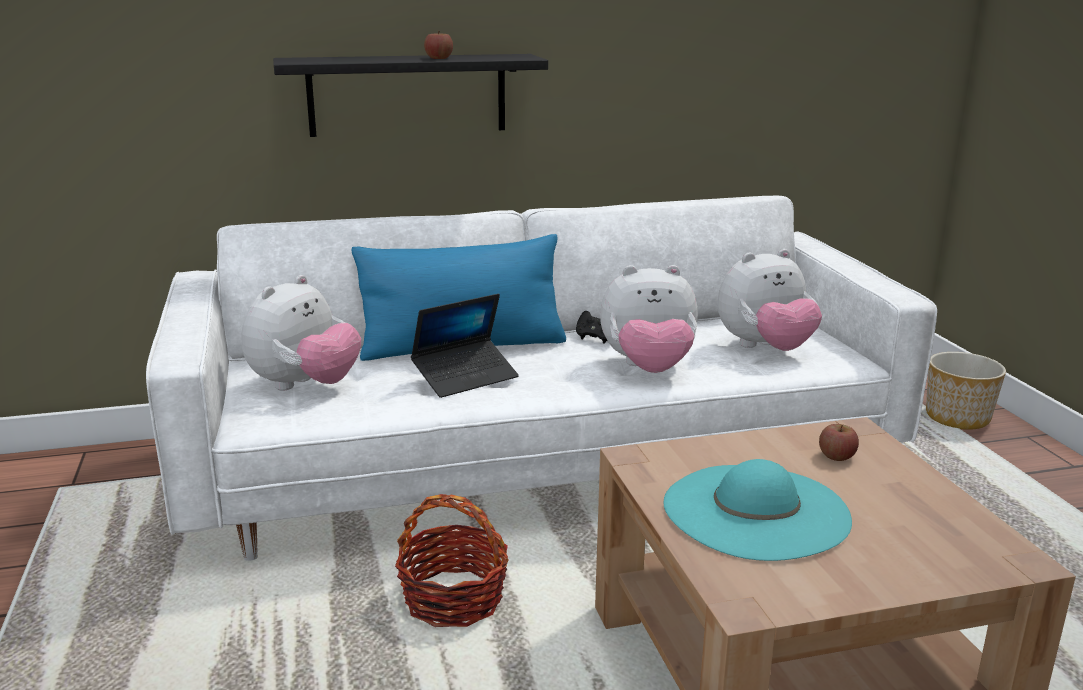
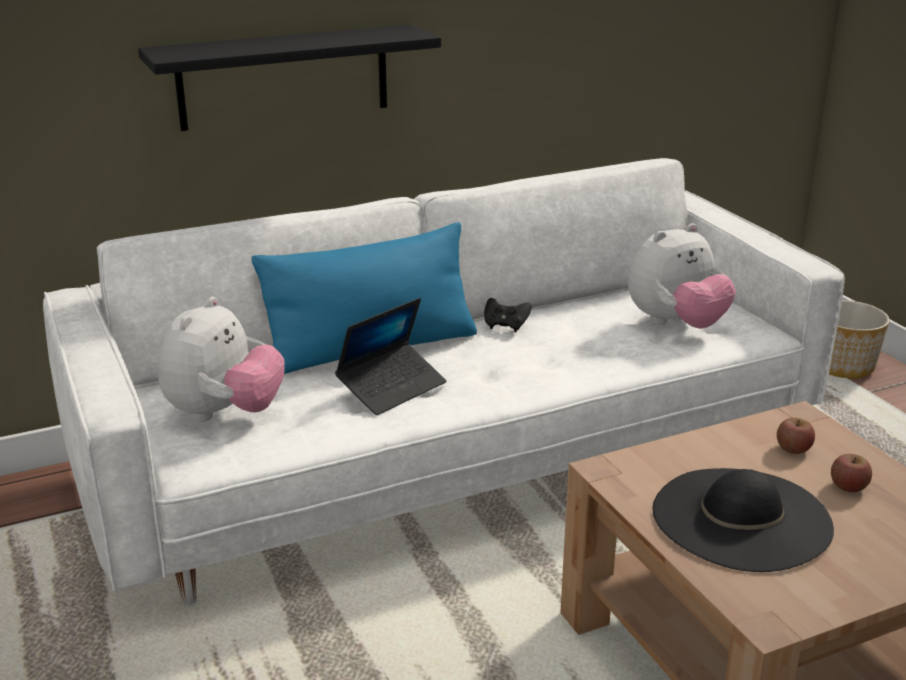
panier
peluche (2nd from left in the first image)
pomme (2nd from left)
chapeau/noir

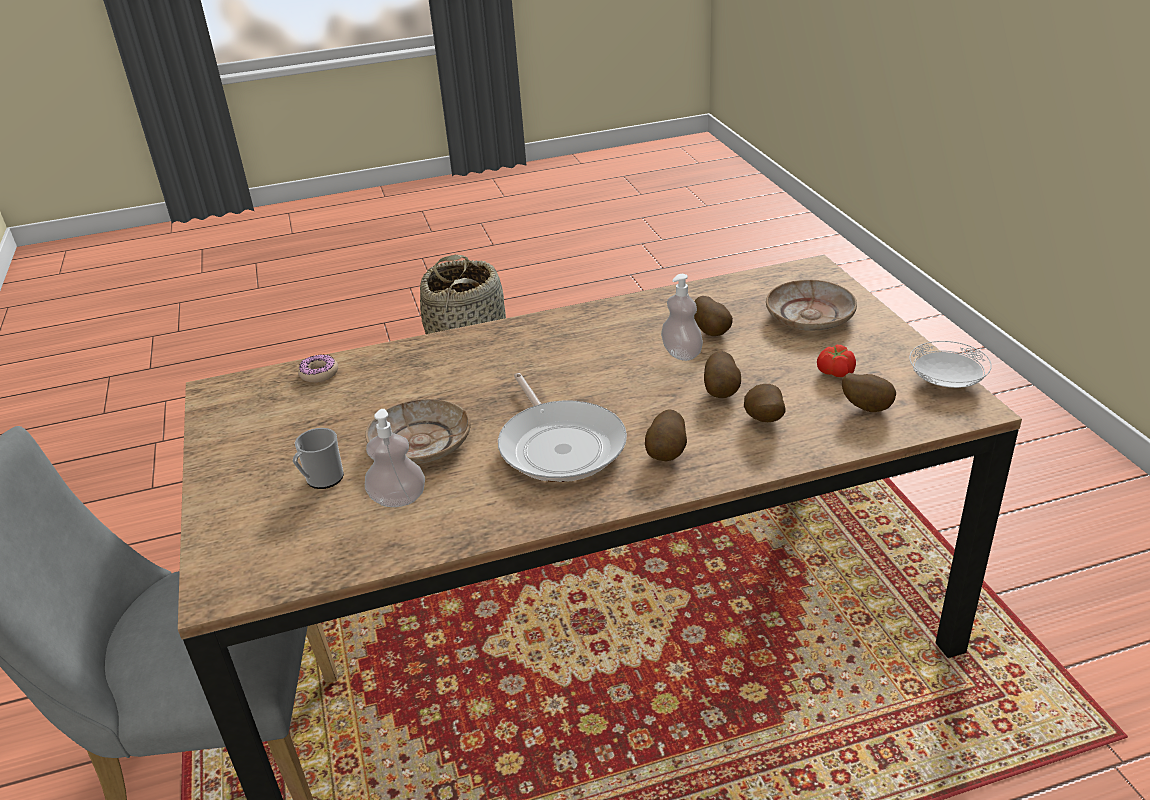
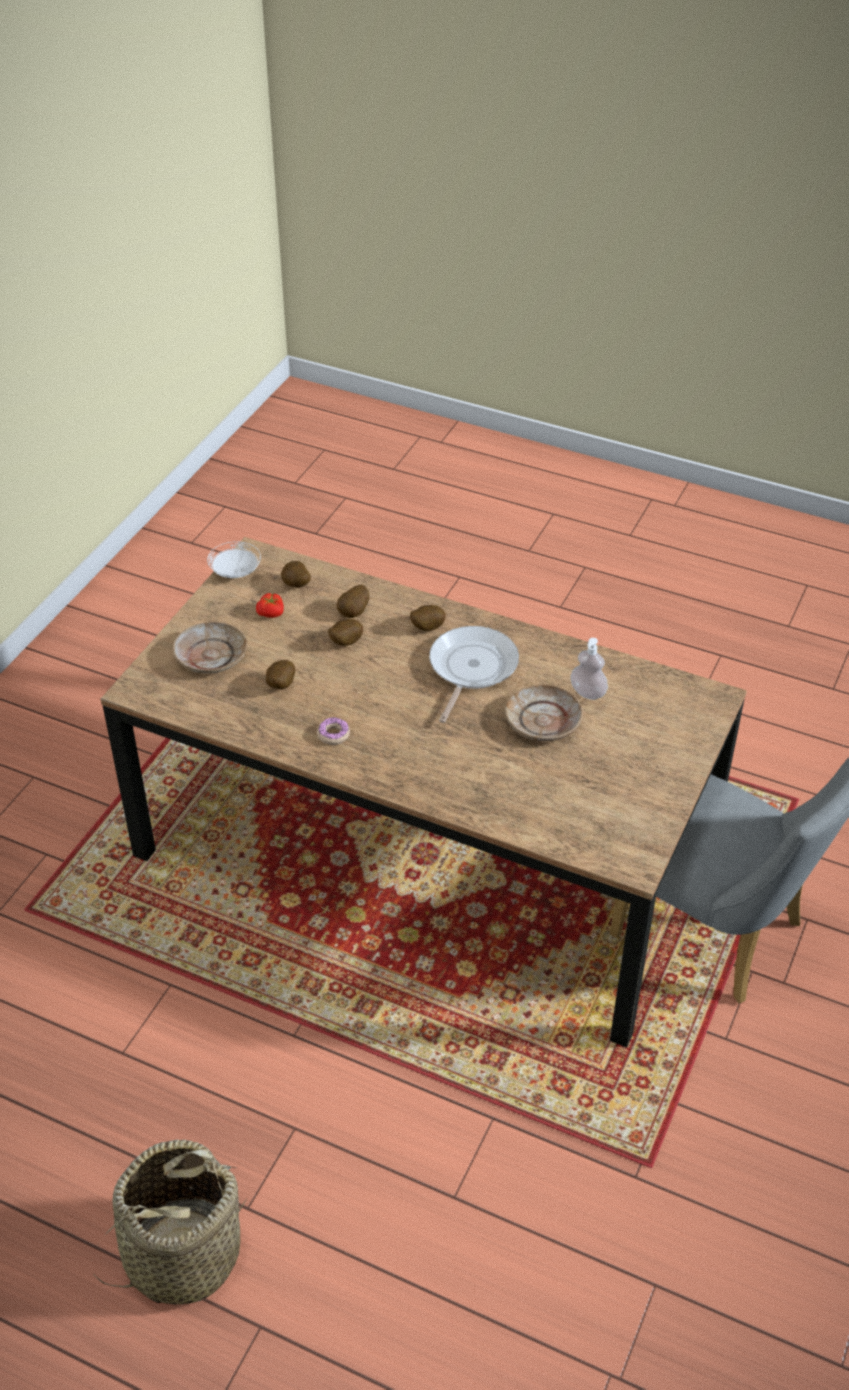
mug
distributeur de savon (2nd from left in the first image)
beignet

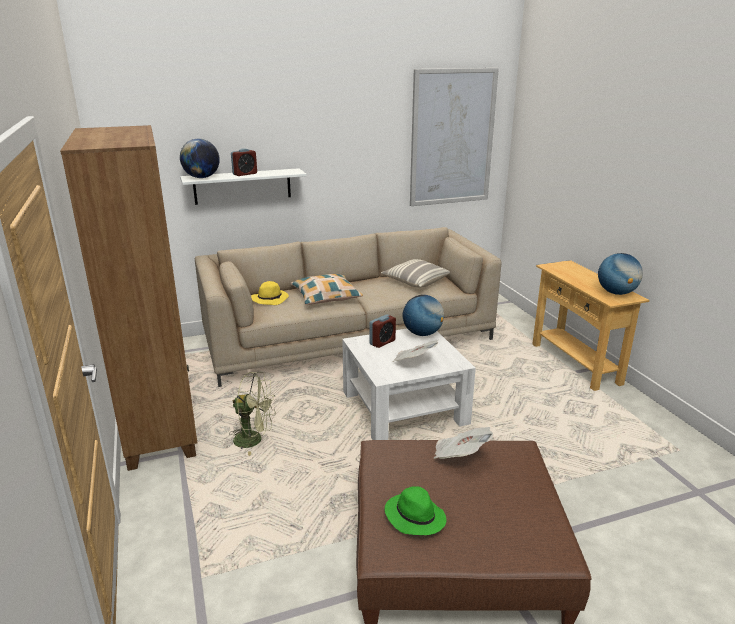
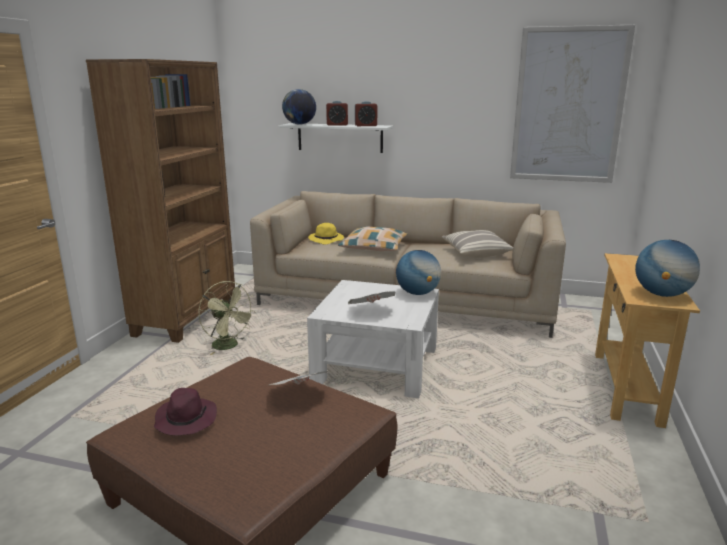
réveil (2nd from left)
chapeau/violet

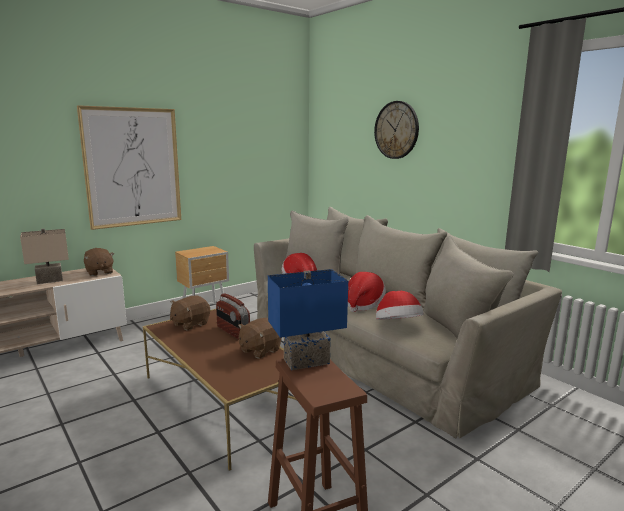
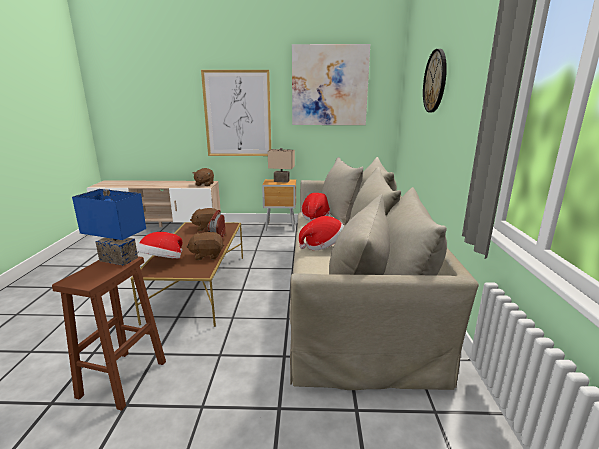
tableau (2nd from left)
lampe de table/beige
chapeau (1st from left)

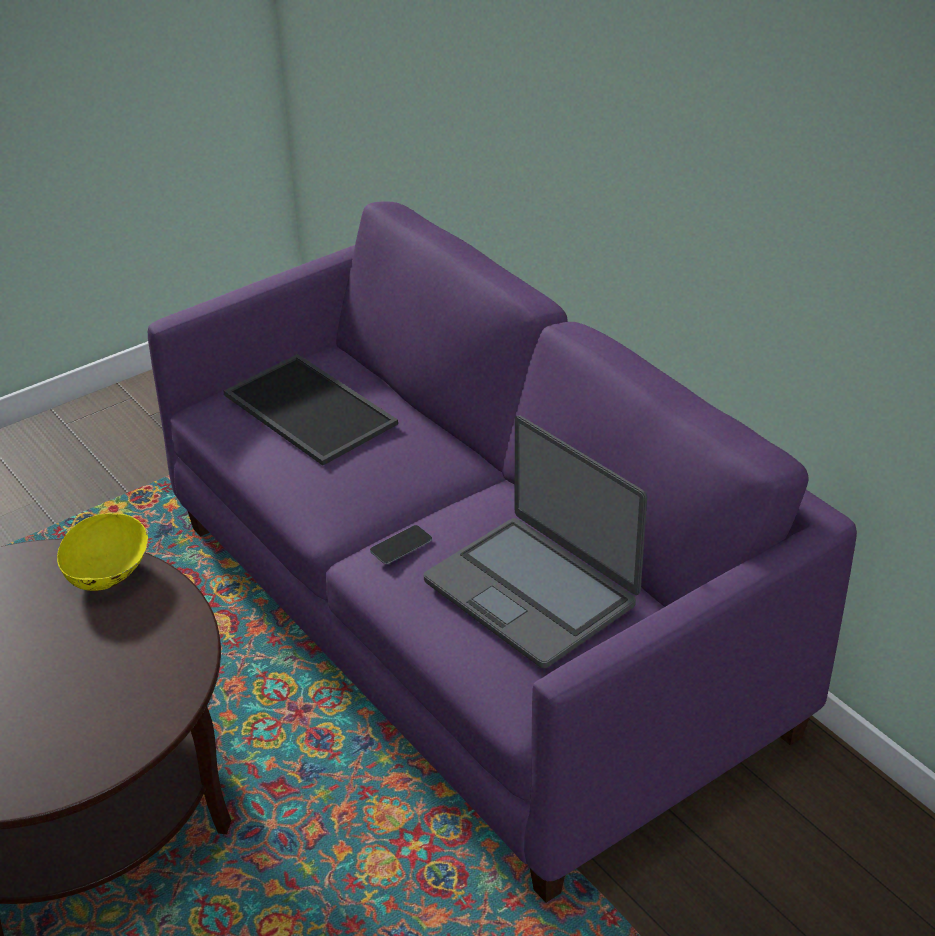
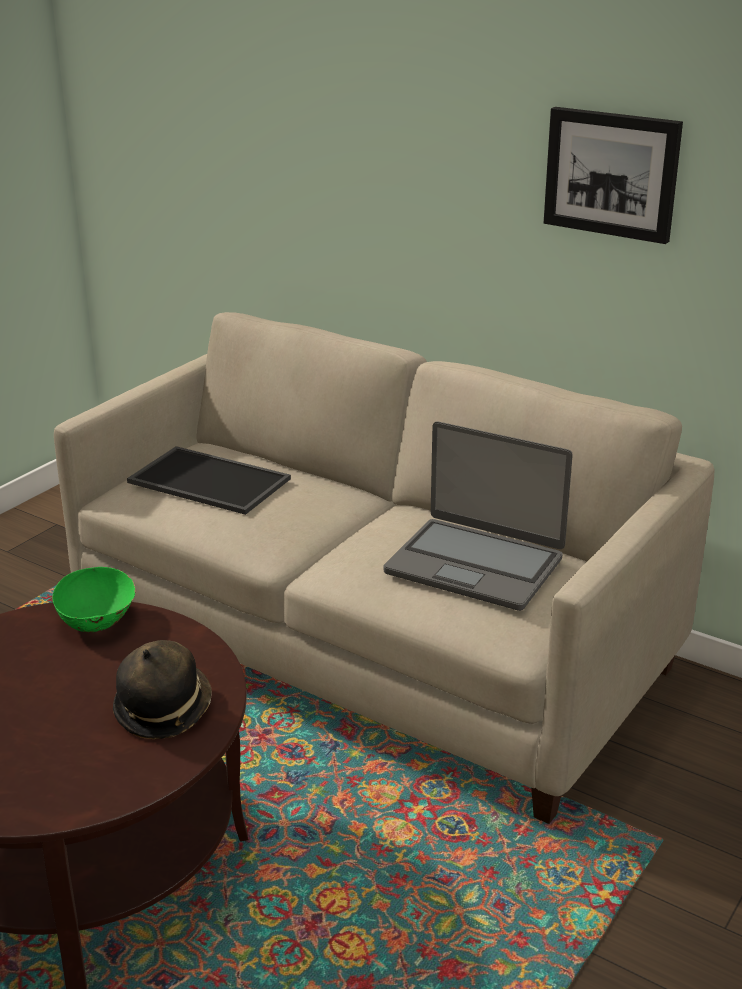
téléphone
chapeau
tableau
bol/vert
canapé/beige

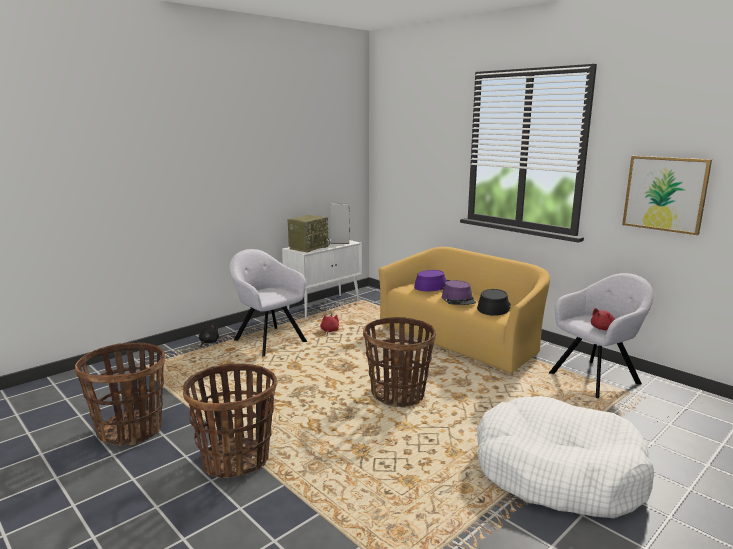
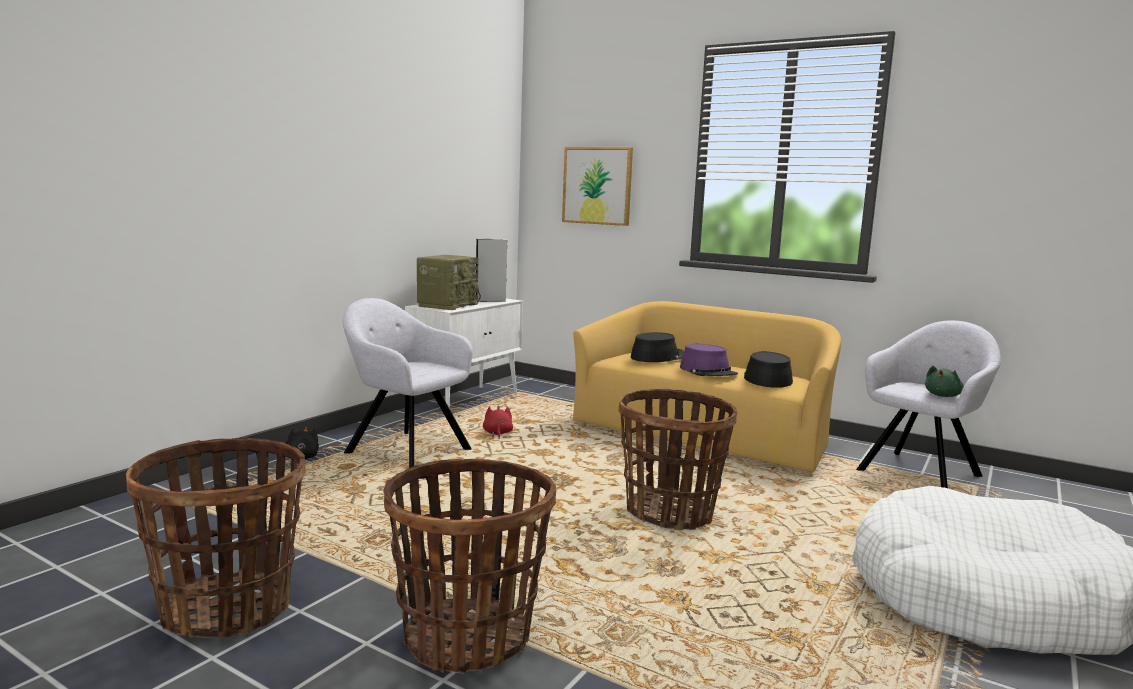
tableau
chapeau/noir (1st from left)
peluche/vert

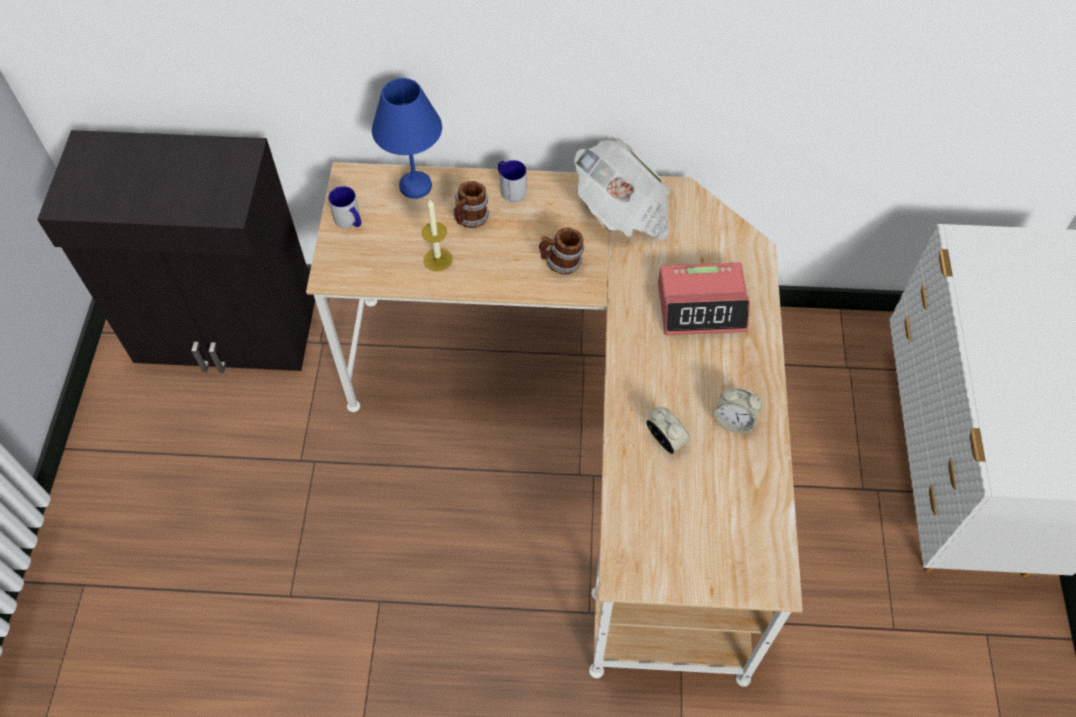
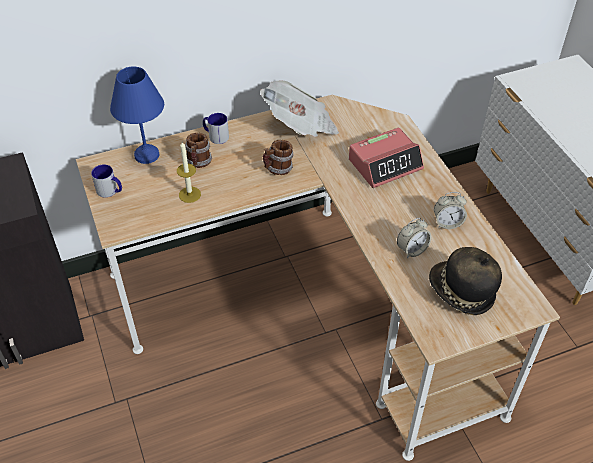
chapeau
réveil (2nd from left)

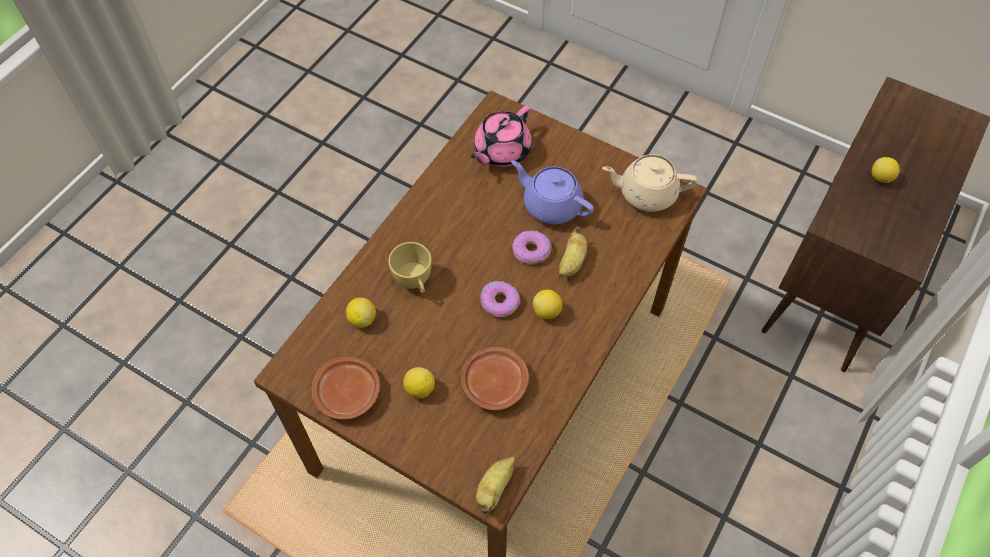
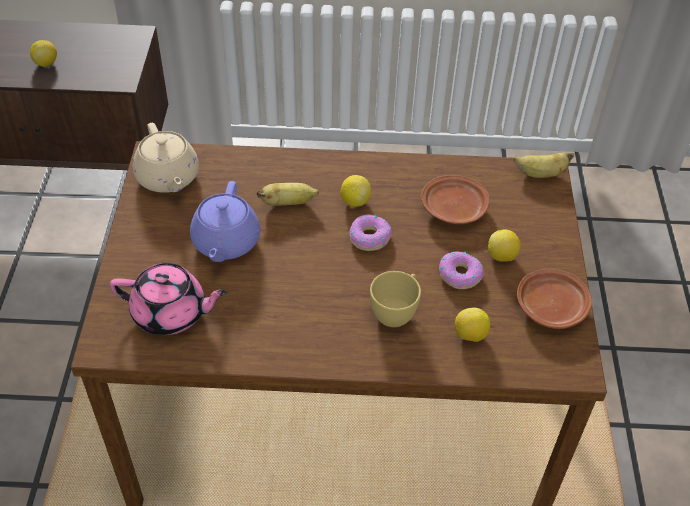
beignet (2nd from left)

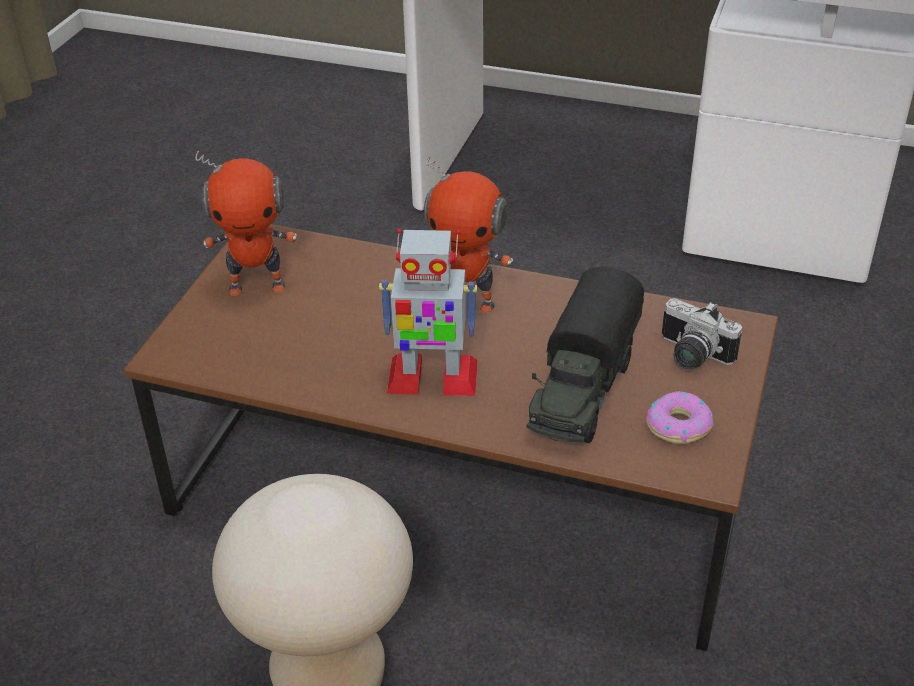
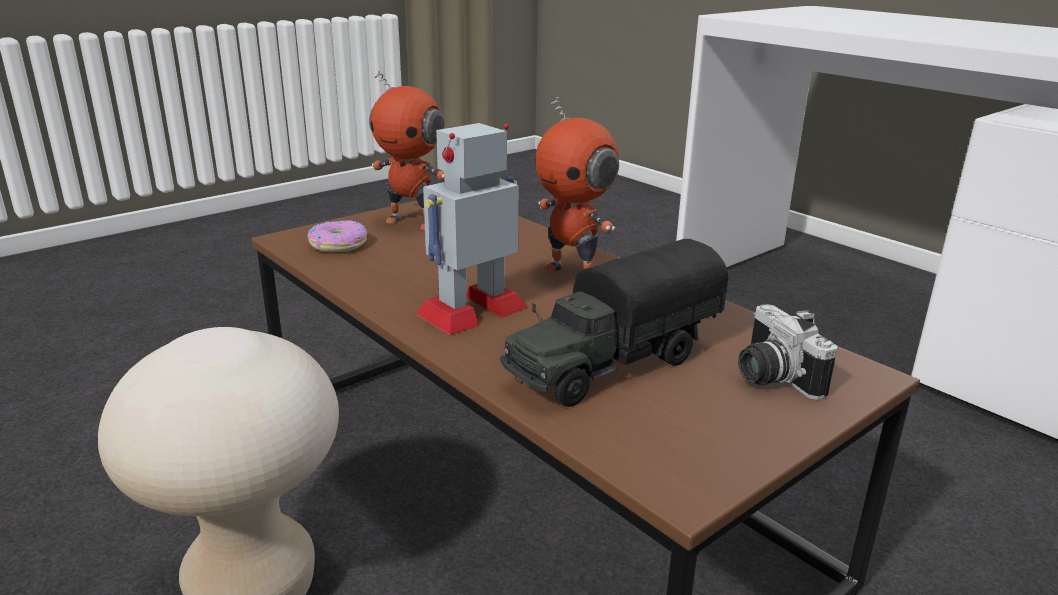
beignet
robot jouet (2nd from left)

